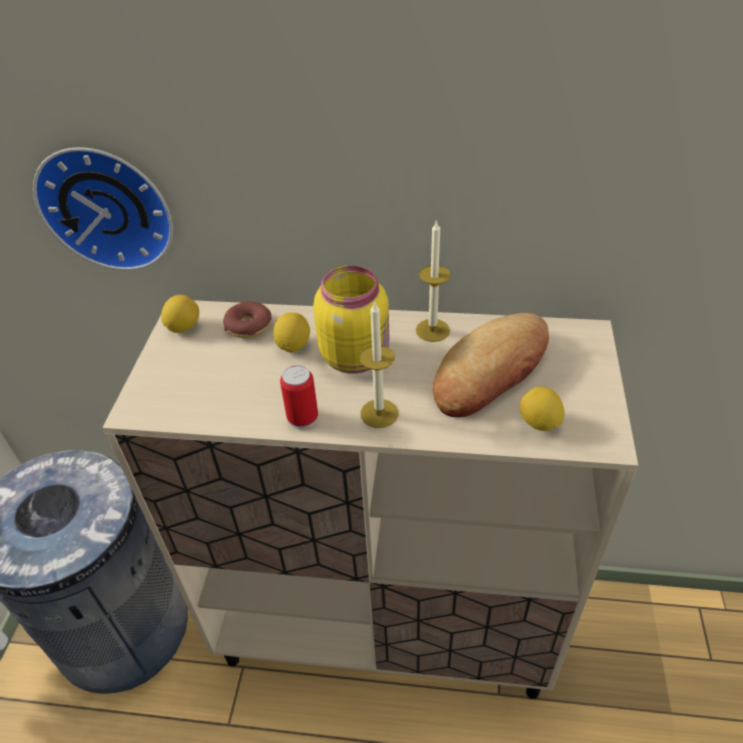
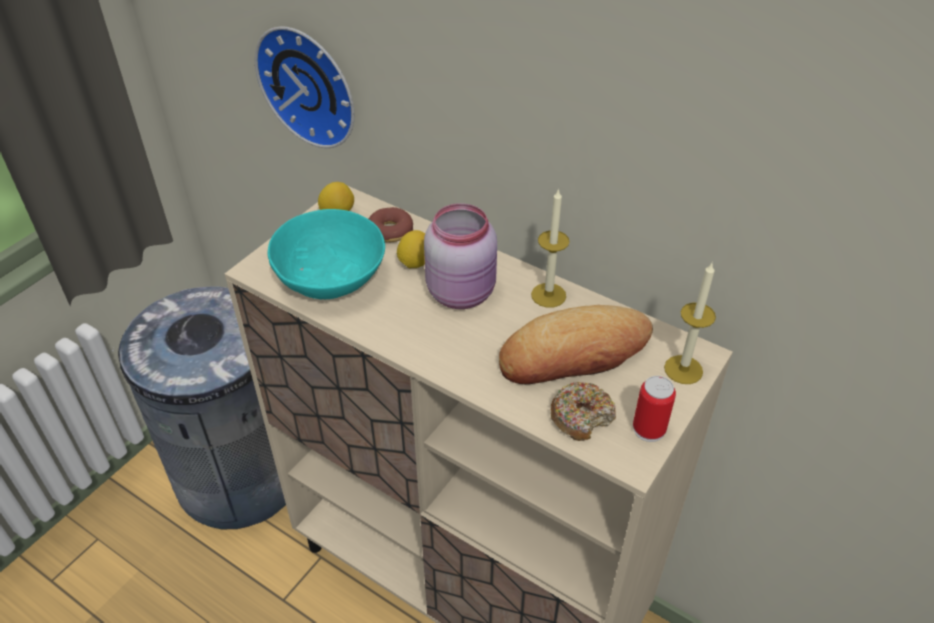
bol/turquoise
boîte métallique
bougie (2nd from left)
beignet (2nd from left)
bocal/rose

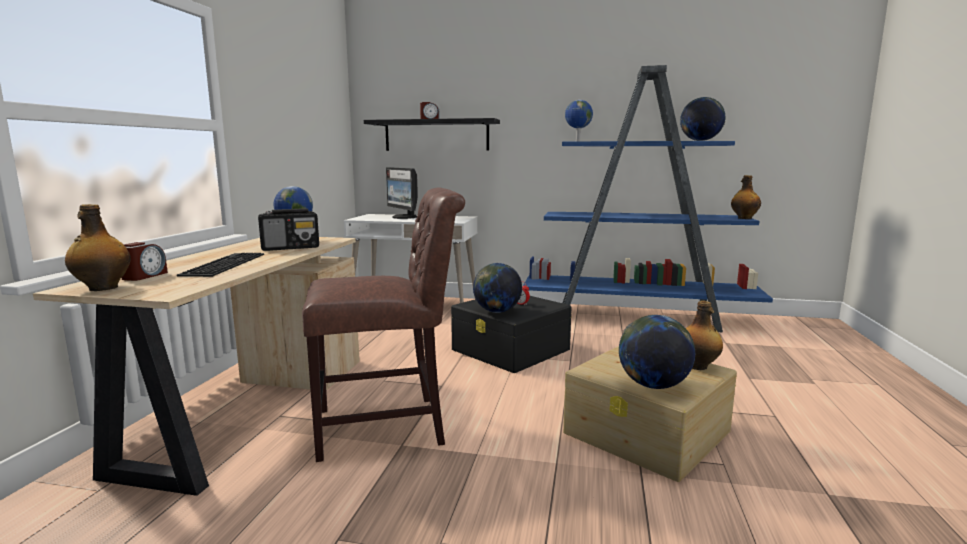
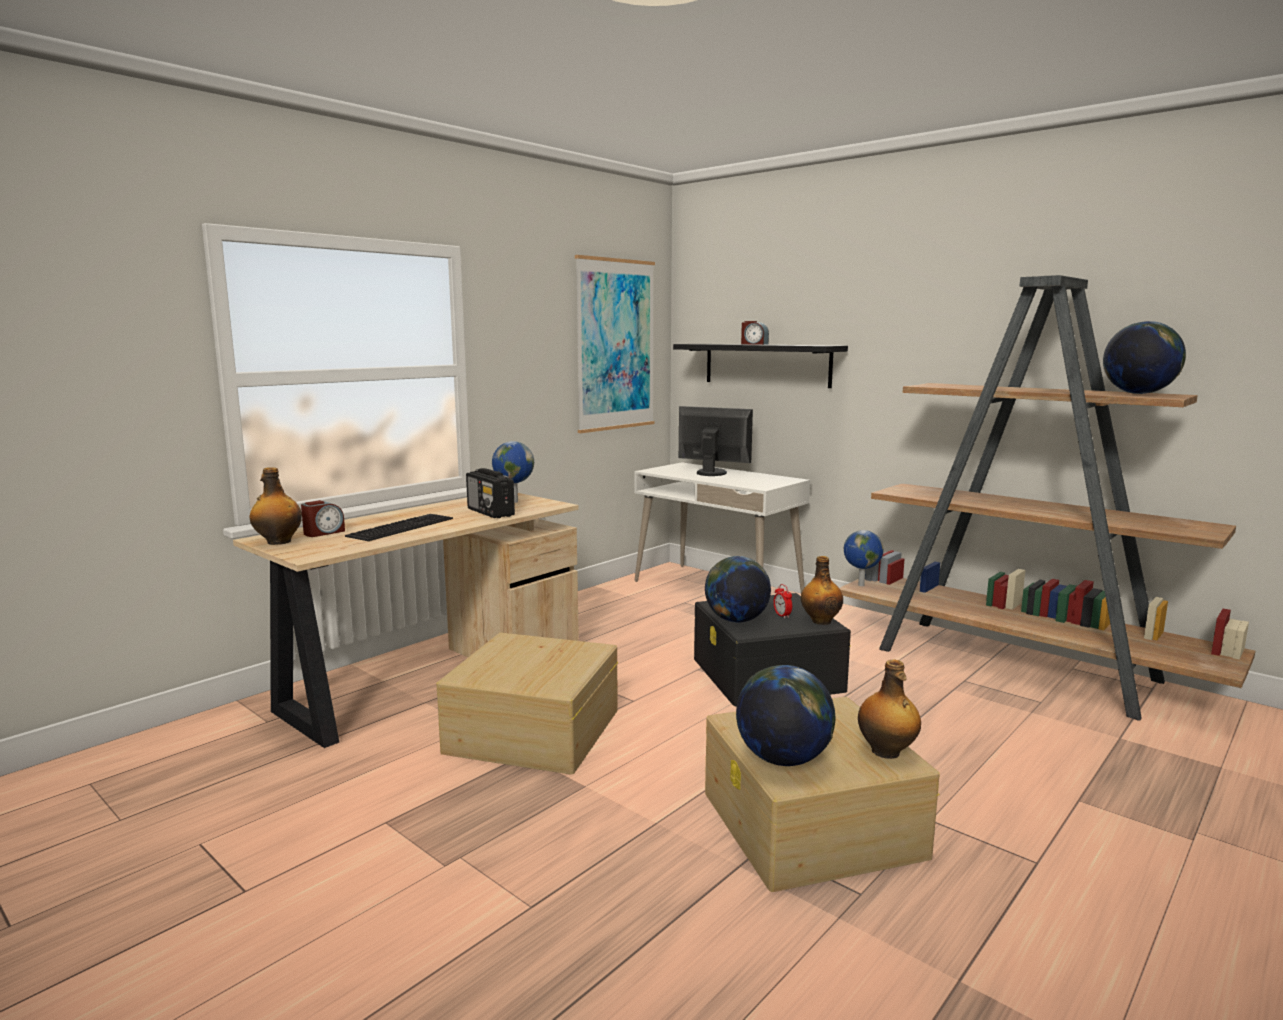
tableau
globe (4th from left)
bouteille (2nd from left)
boîte de rangement/beige (1st from left)
bibliothèque/marron
radio
écran d'ordinateur

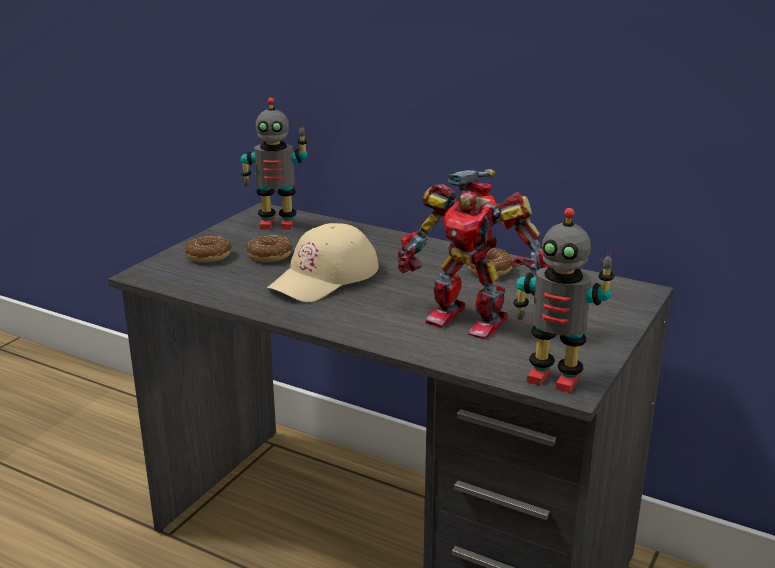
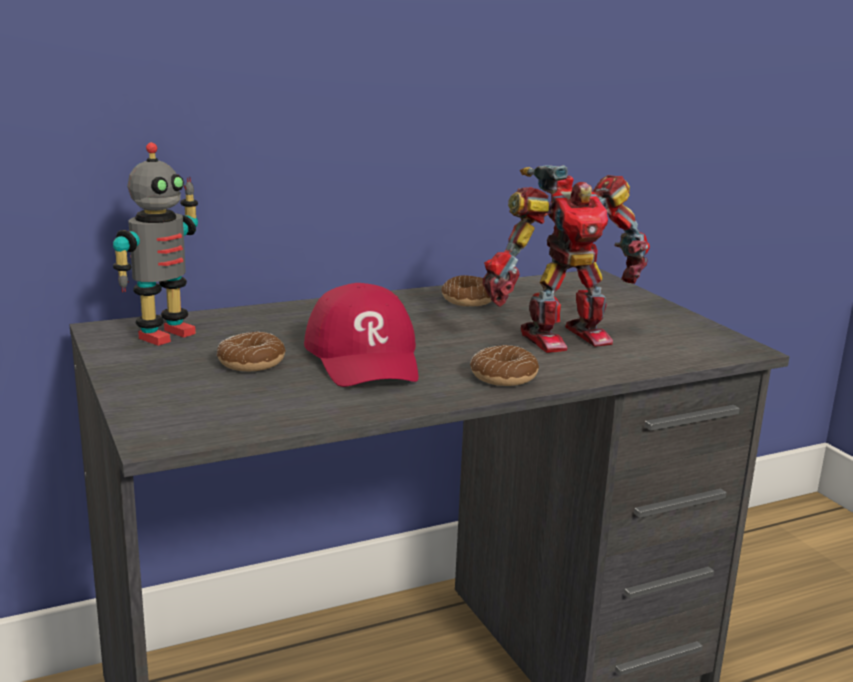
robot jouet (3rd from left in the first image)
beignet (3rd from left)
casquette/rouge

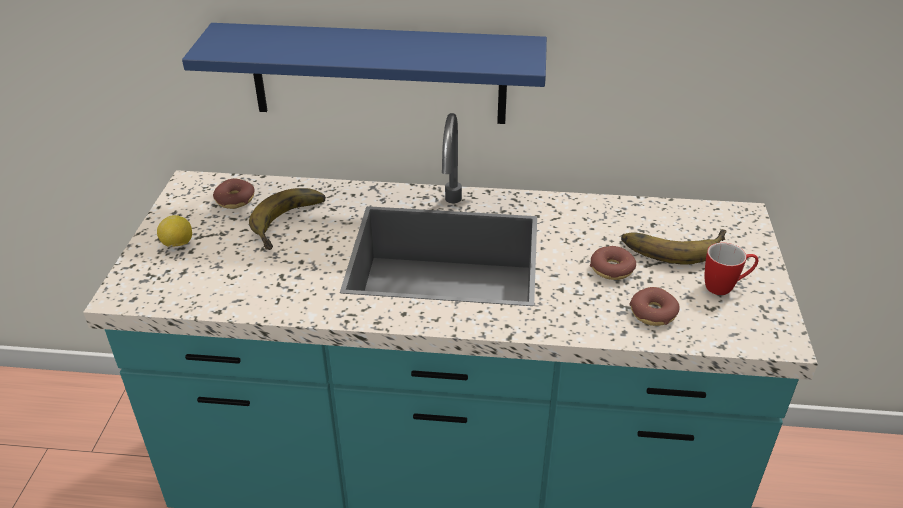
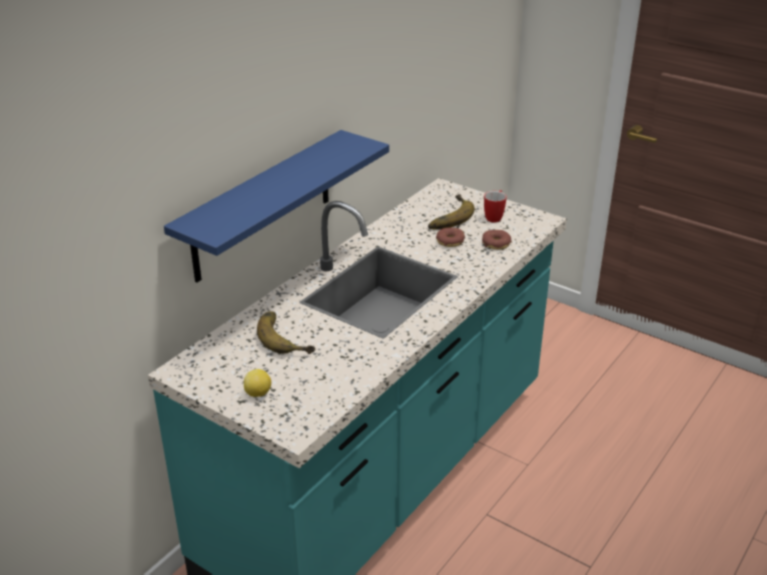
beignet (1st from left in the first image)

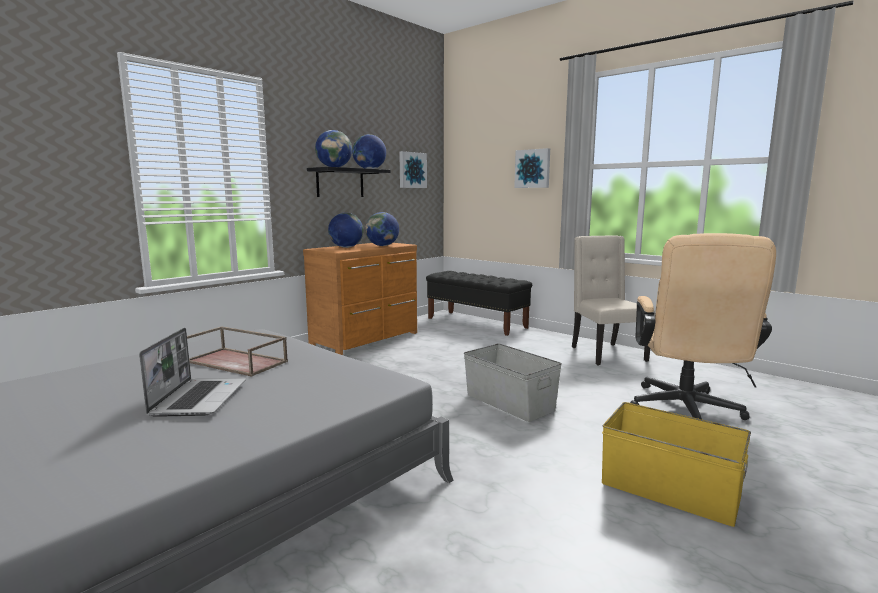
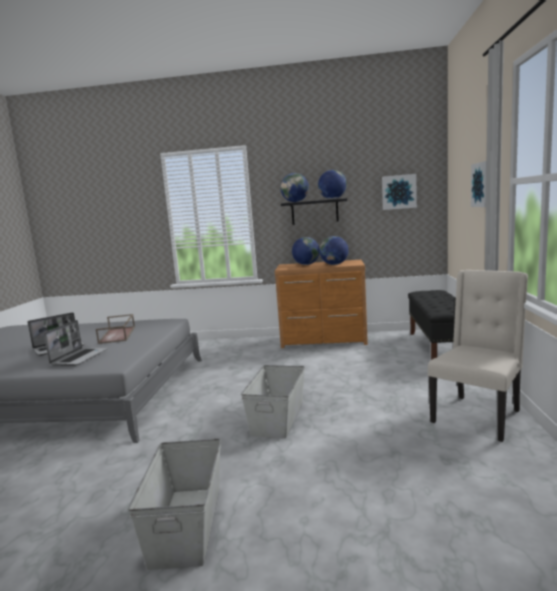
chaise de bureau/beige
ordinateur portable (2nd from left)
boîte de rangement/gris (1st from left)

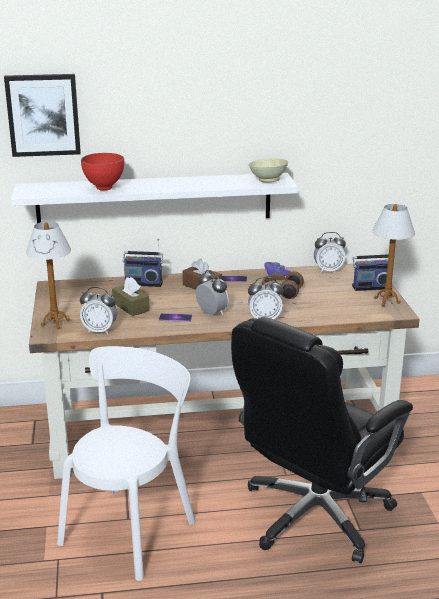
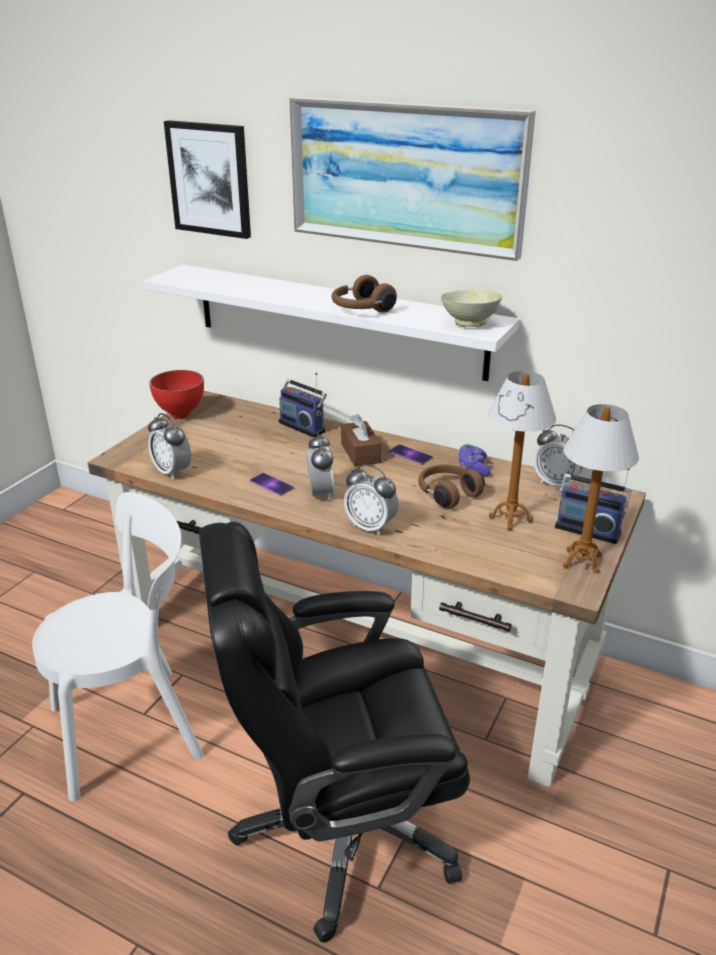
boîte à mouchoirs/marron (1st from left in the first image)
tableau (2nd from left)
casque audio/marron (1st from left)
lampe de table (1st from left)
bol/rouge

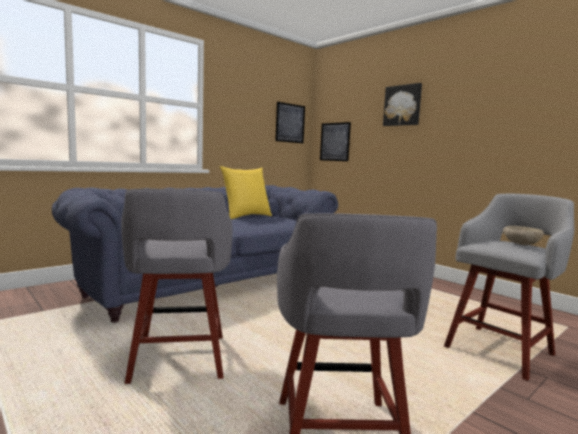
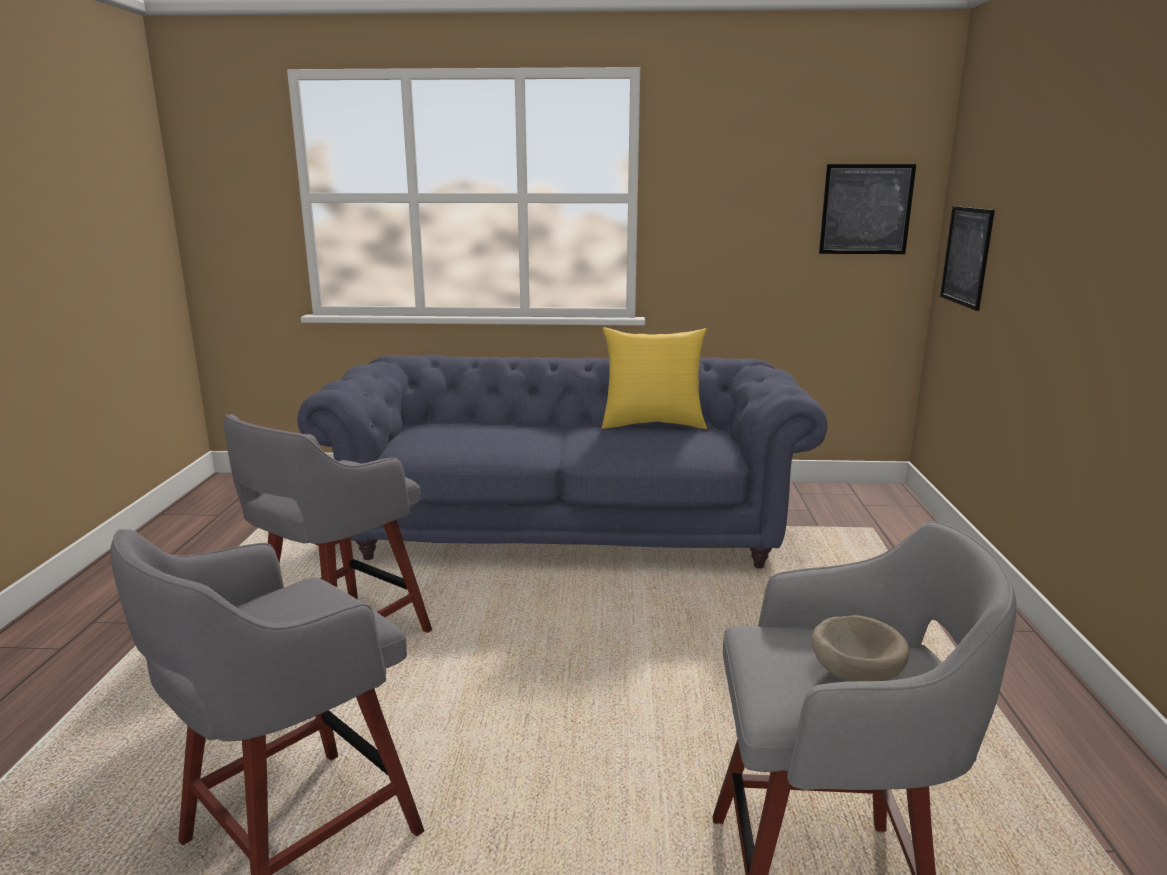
tableau (3rd from left in the first image)

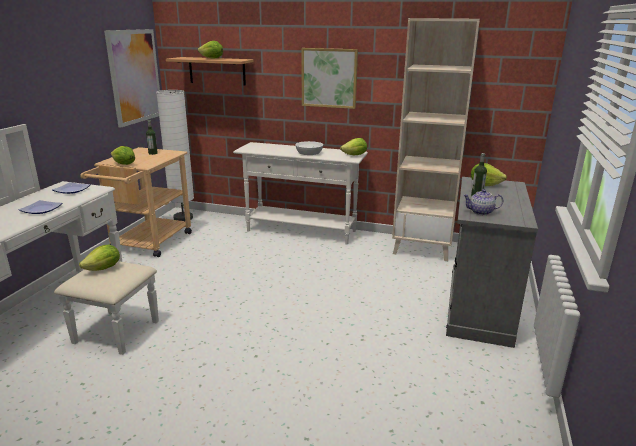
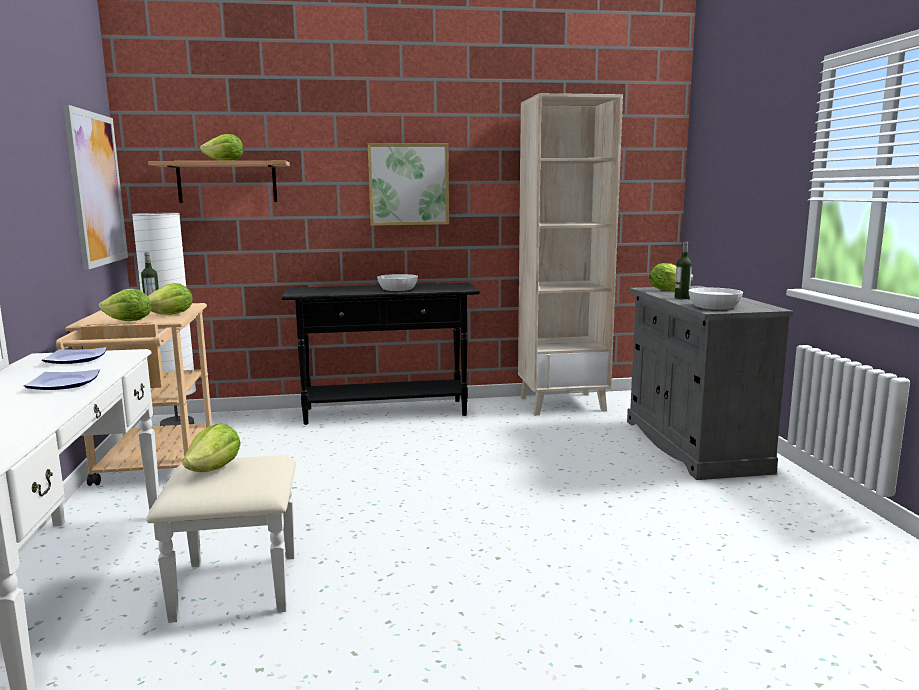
laitue (2nd from left)
bol/blanc (2nd from left)
table console/noir

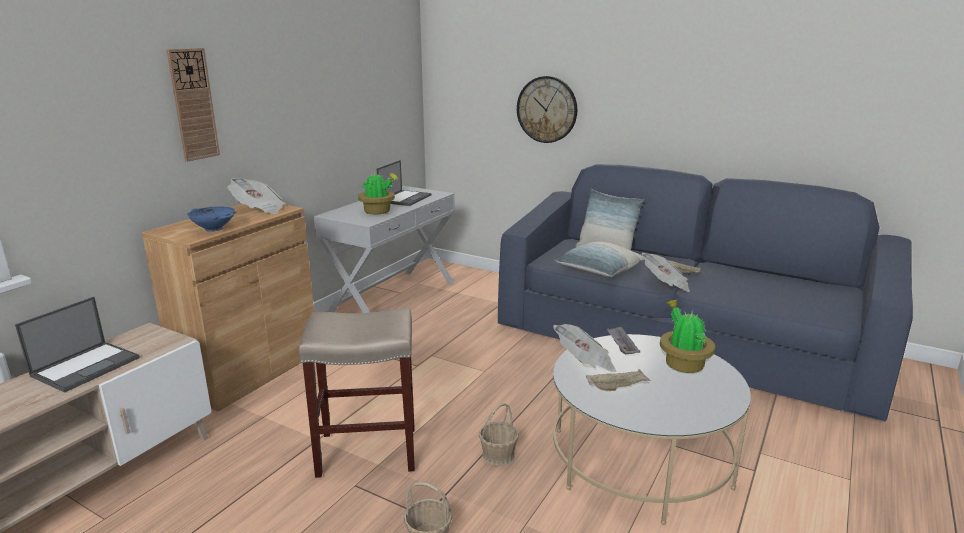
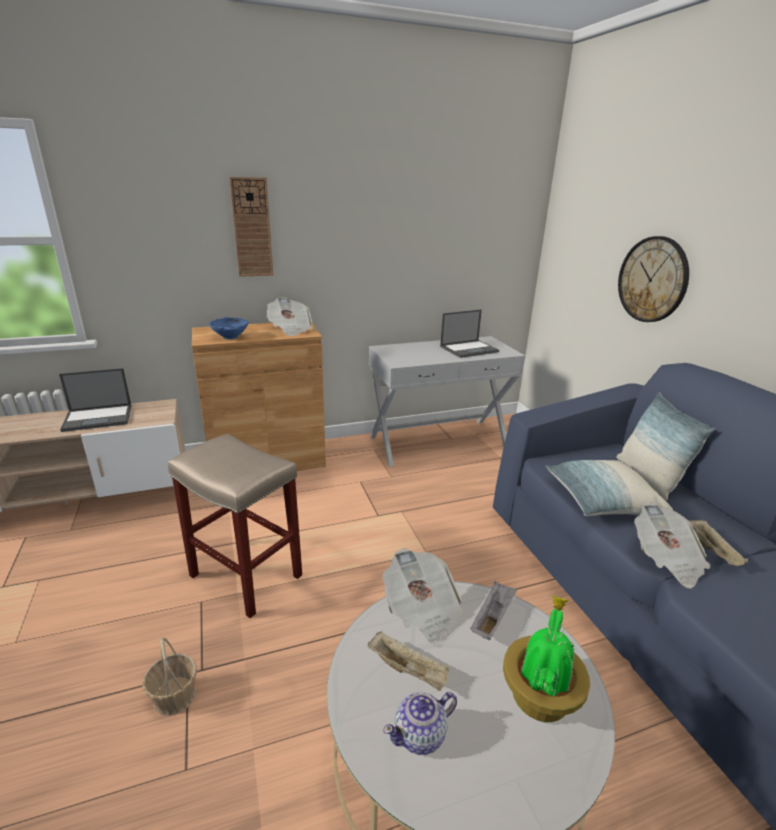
plante en pot (1st from left in the first image)
panier (2nd from left in the first image)
théière

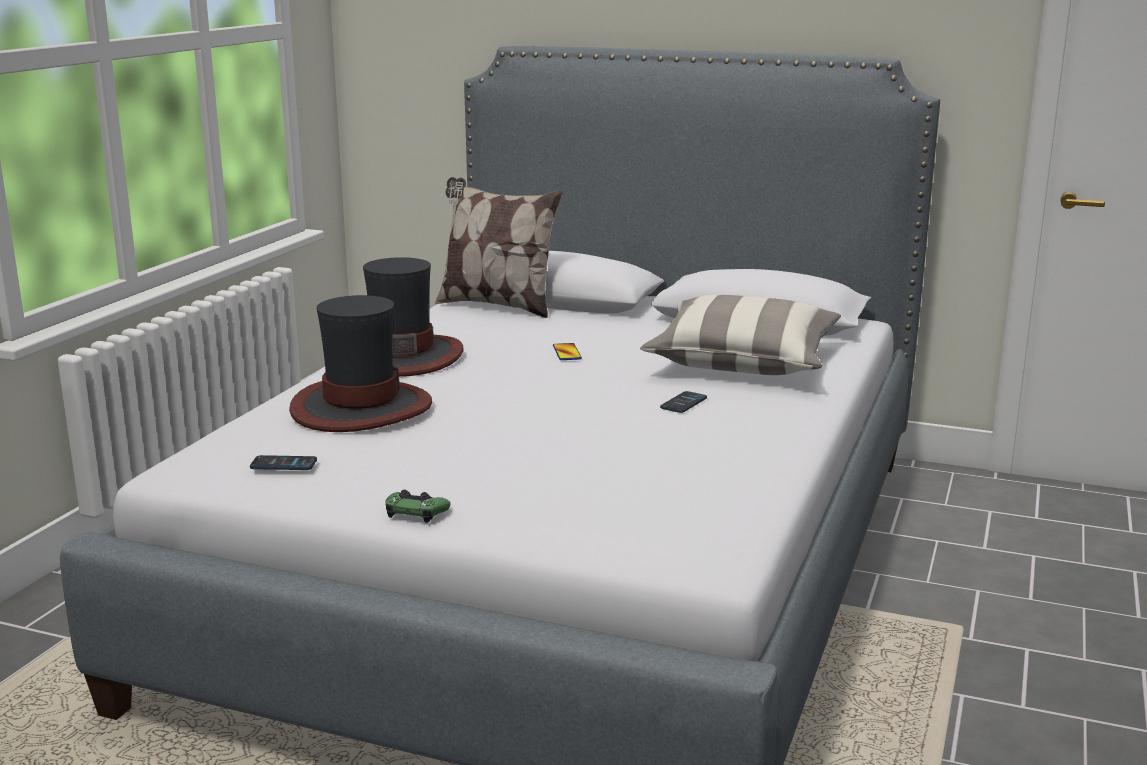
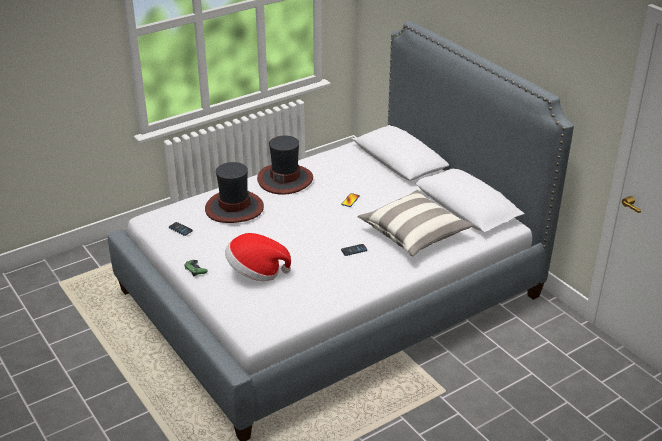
coussin (1st from left in the first image)
chapeau (2nd from left)

